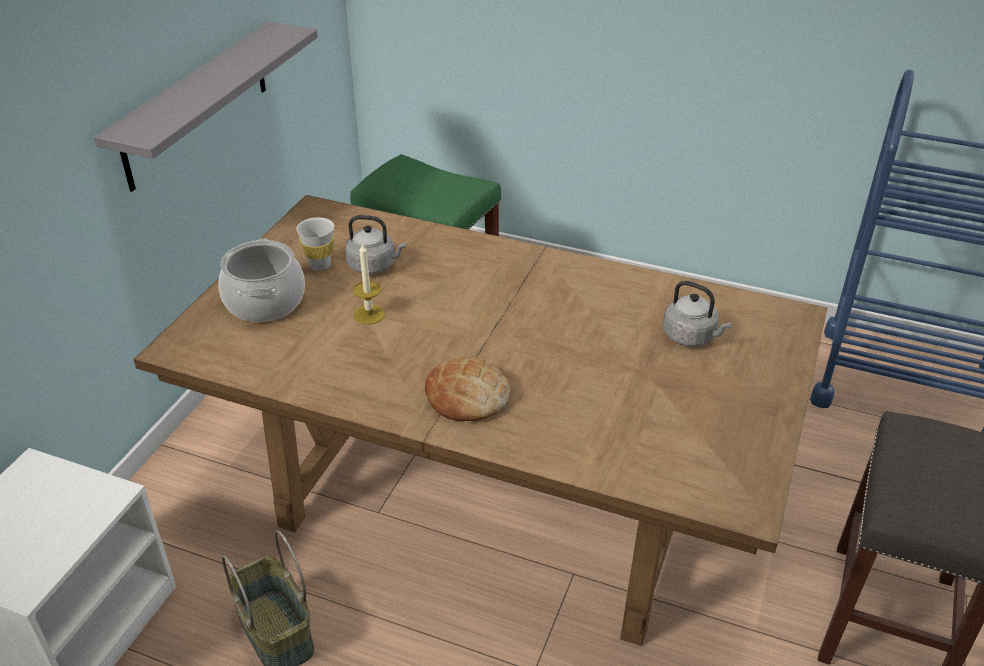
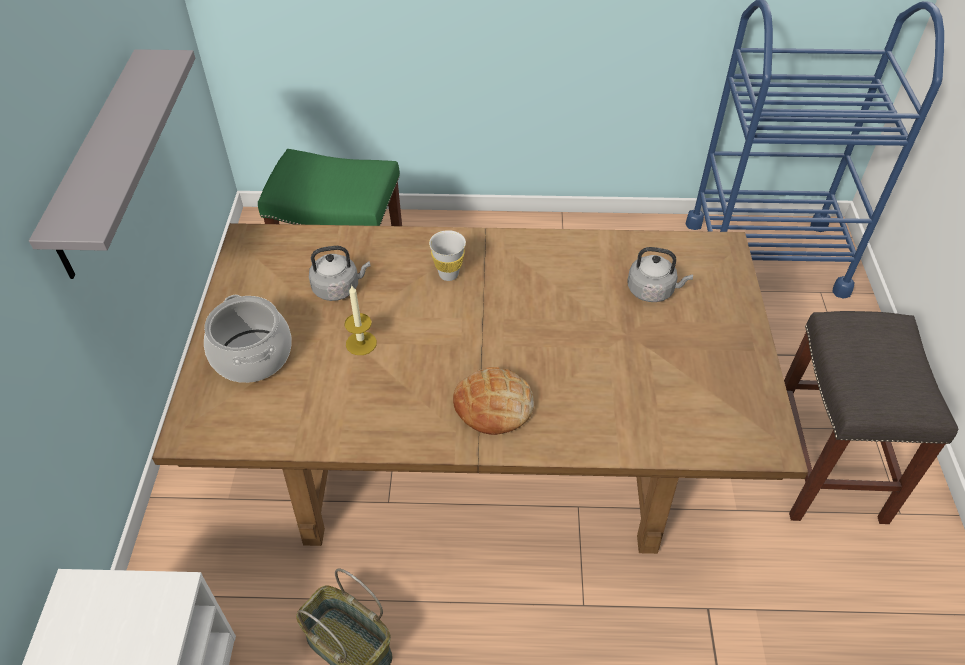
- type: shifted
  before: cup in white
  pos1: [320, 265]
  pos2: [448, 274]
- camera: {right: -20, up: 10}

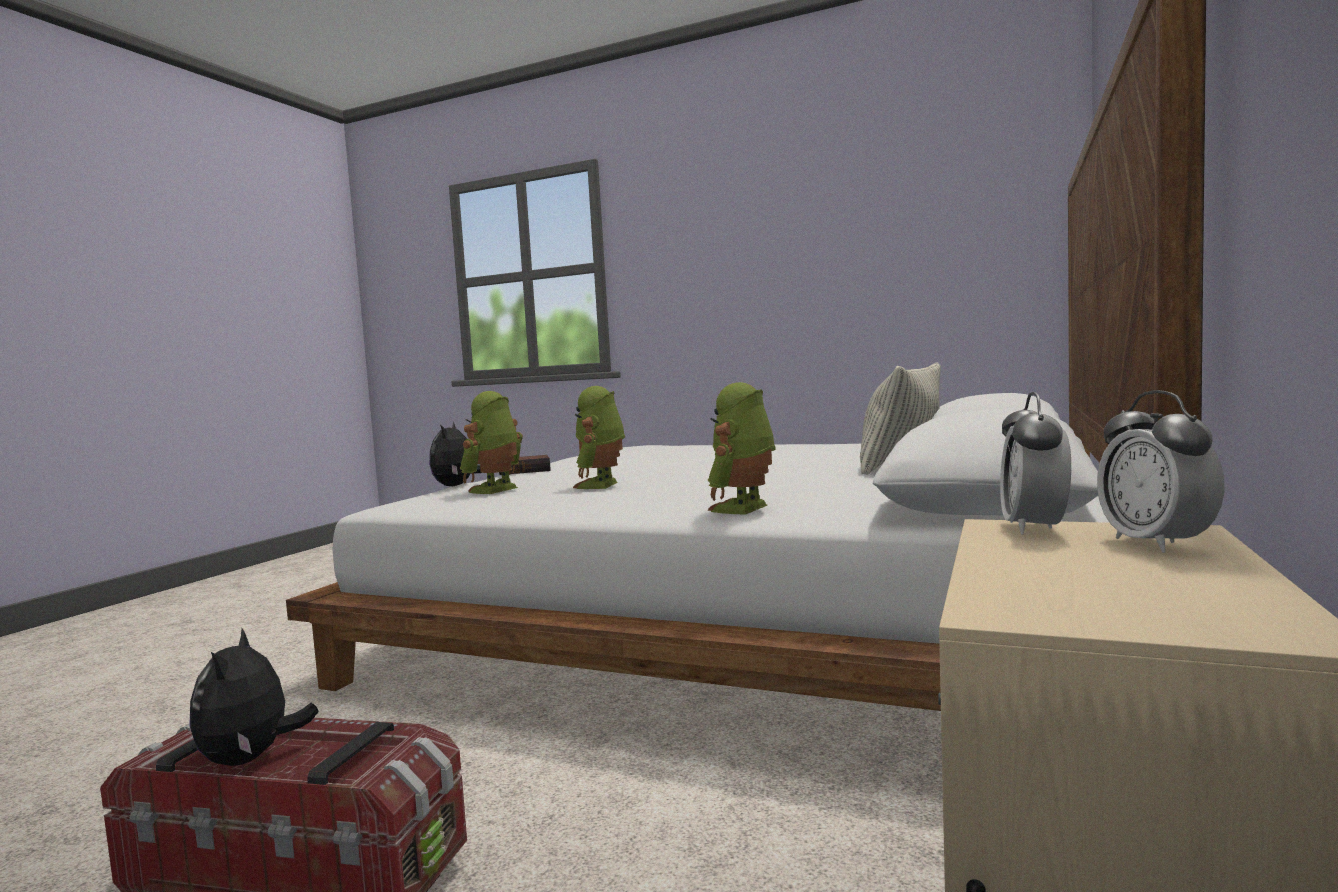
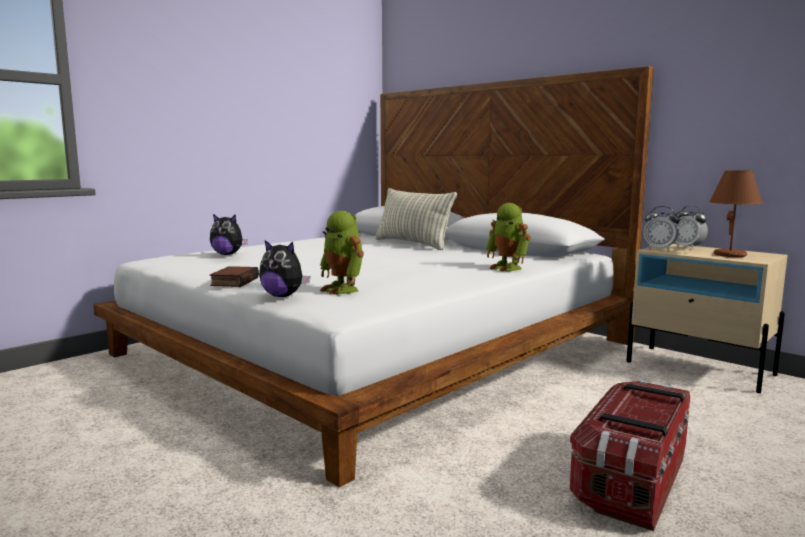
- type: shifted
  before: plush toy
  pos1: [251, 759]
  pos2: [228, 254]
- type: rotated
  before: alarm clock
  pos1: [1156, 544]
  pos2: [688, 247]
  turn: 45
- type: new
  after: table lamp in brown
  pos2: [730, 255]
- type: gone
  before: toy robot
  pos1: [601, 485]
- camera: {right: -70, up: 5}

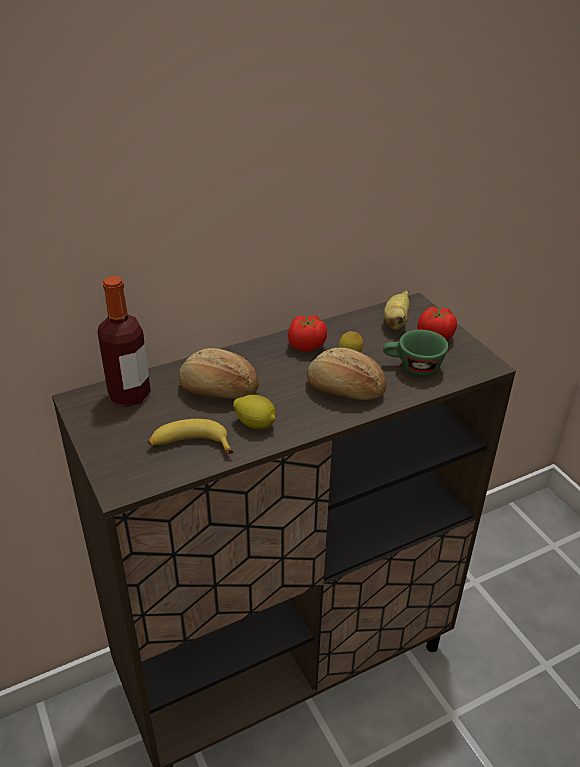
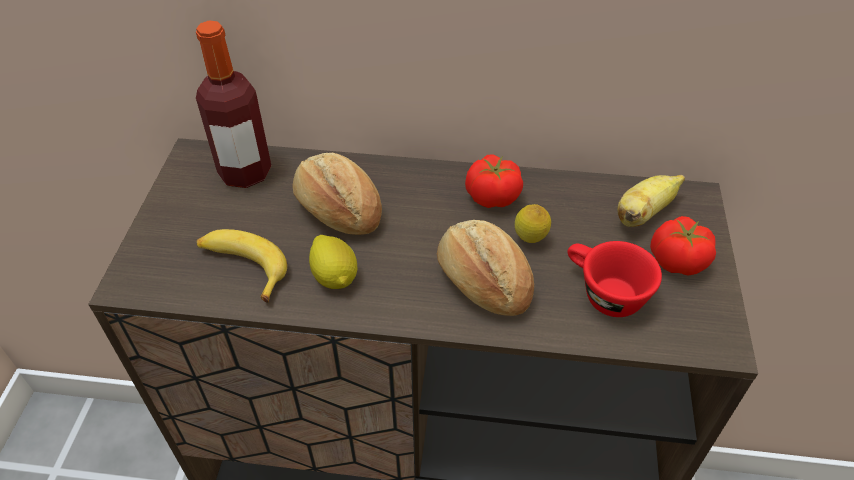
- type: repainted
  before: cup in green
  after: cup in red
  pos1: [412, 367]
  pos2: [603, 293]
- camera: {right: 35, up: 10}

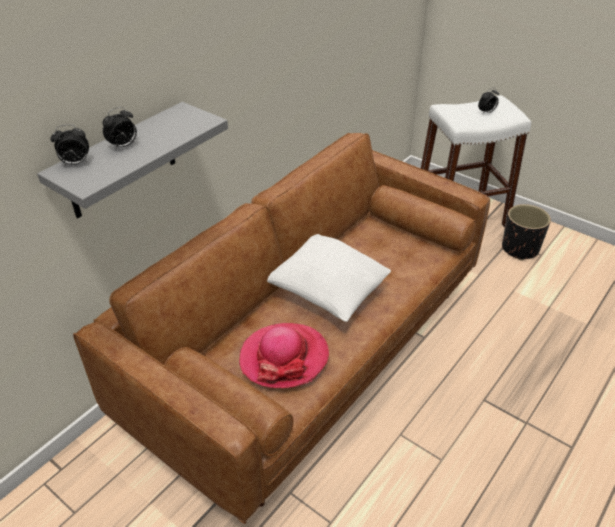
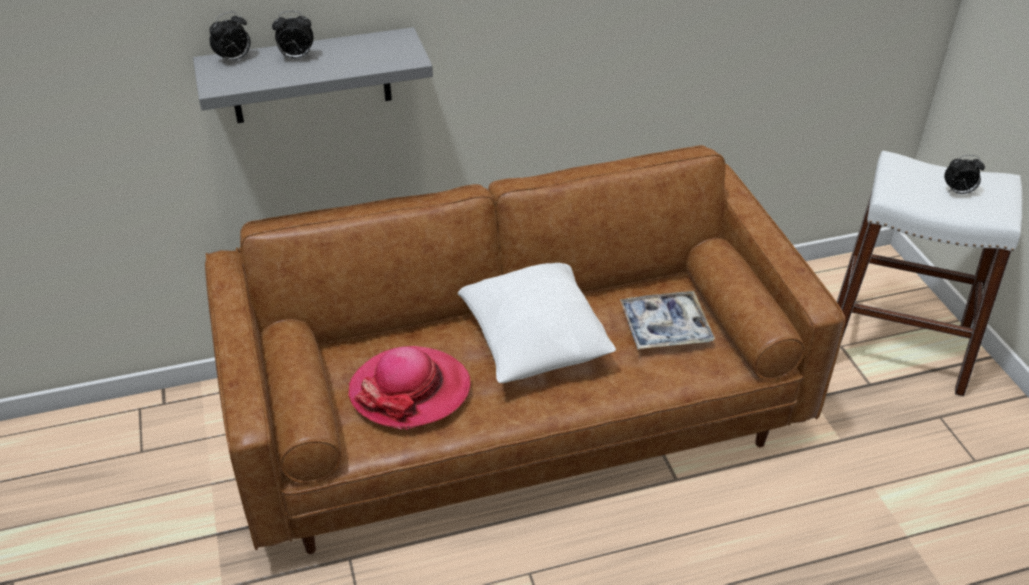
- type: rotated
  before: alarm clock
  pos1: [75, 163]
  pos2: [234, 60]
  turn: -60
- type: new
  after: tray
  pos2: [665, 328]
- type: gone
  before: planter in black
  pos1: [520, 248]
- camera: {right: 35, up: 0}

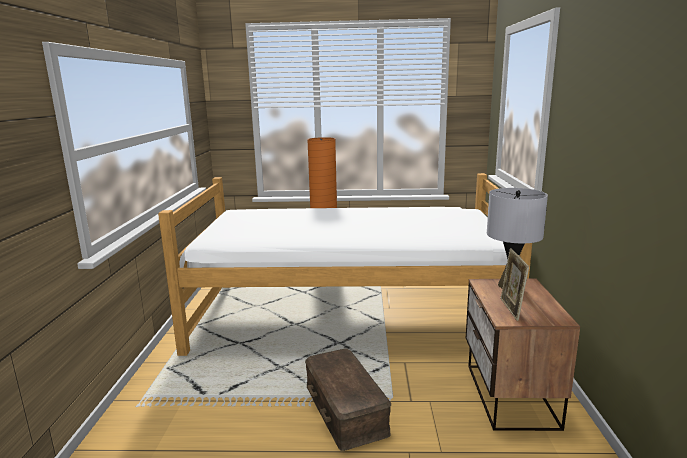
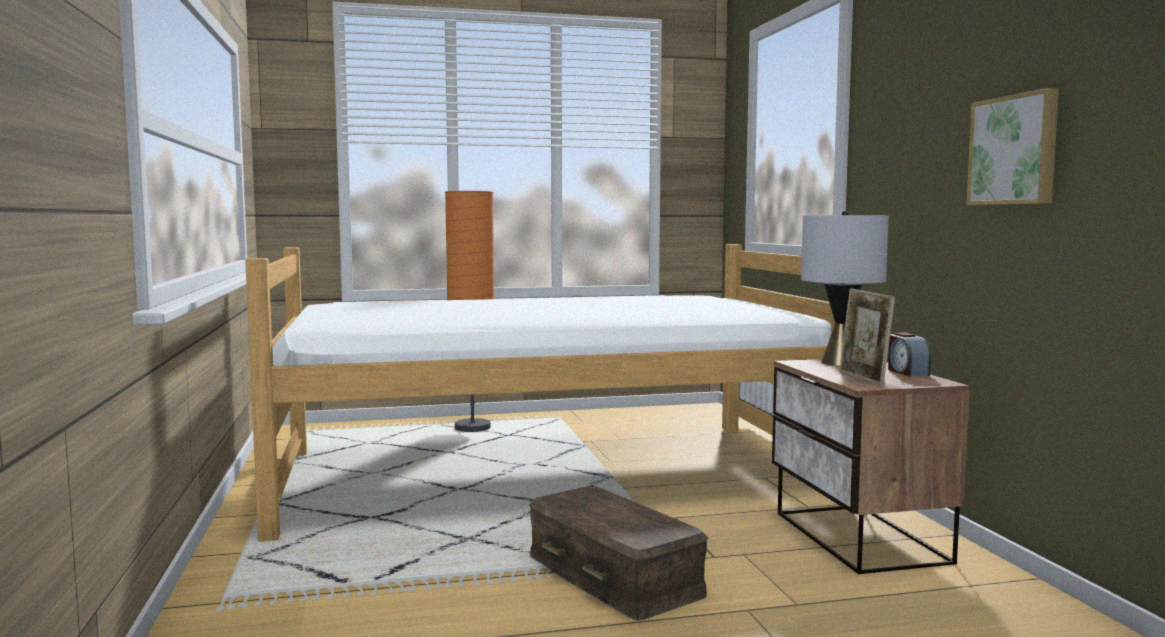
- type: new
  after: alarm clock
  pos2: [907, 372]
- type: new
  after: picture
  pos2: [1015, 150]
- camera: {right: -15, up: -10}

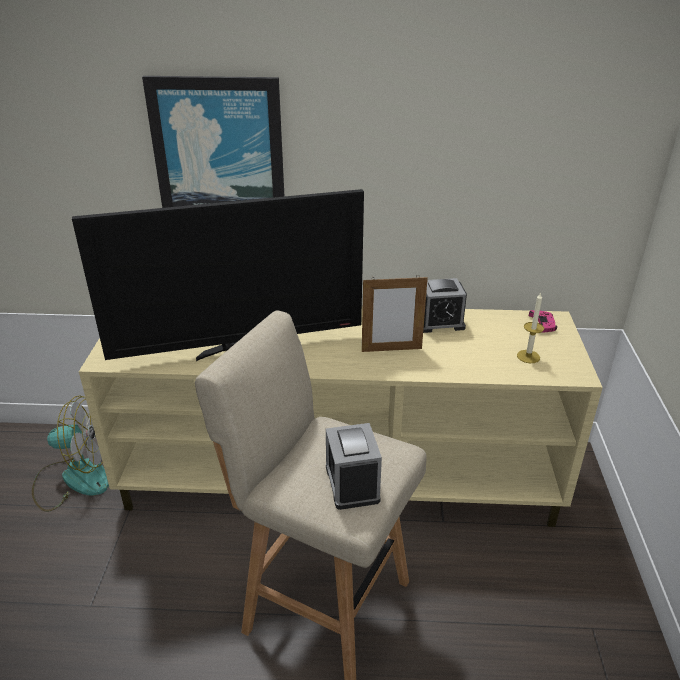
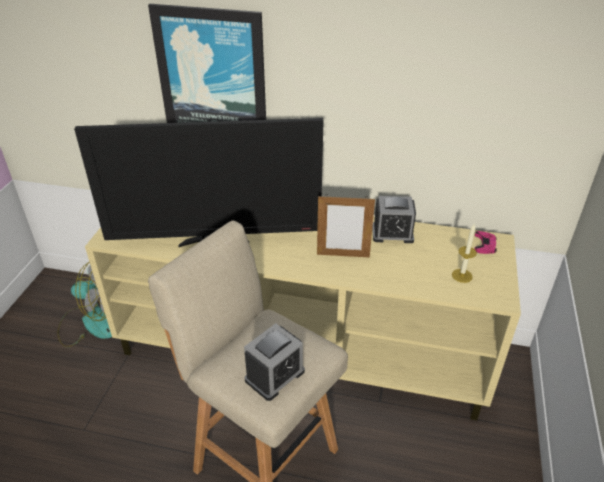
- type: rotated
  before: alarm clock
  pos1: [352, 483]
  pos2: [274, 375]
  turn: -135
- camera: {right: 10, up: 5}

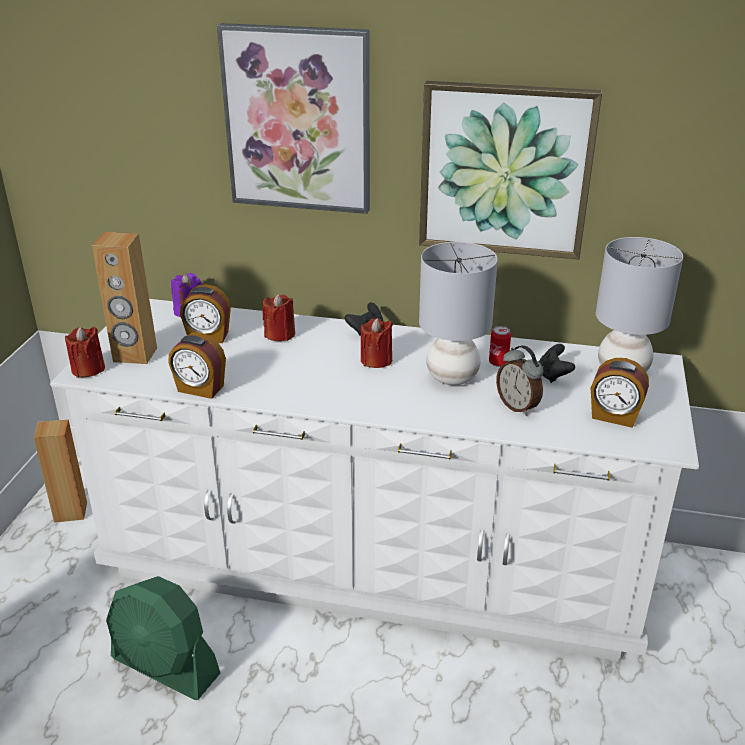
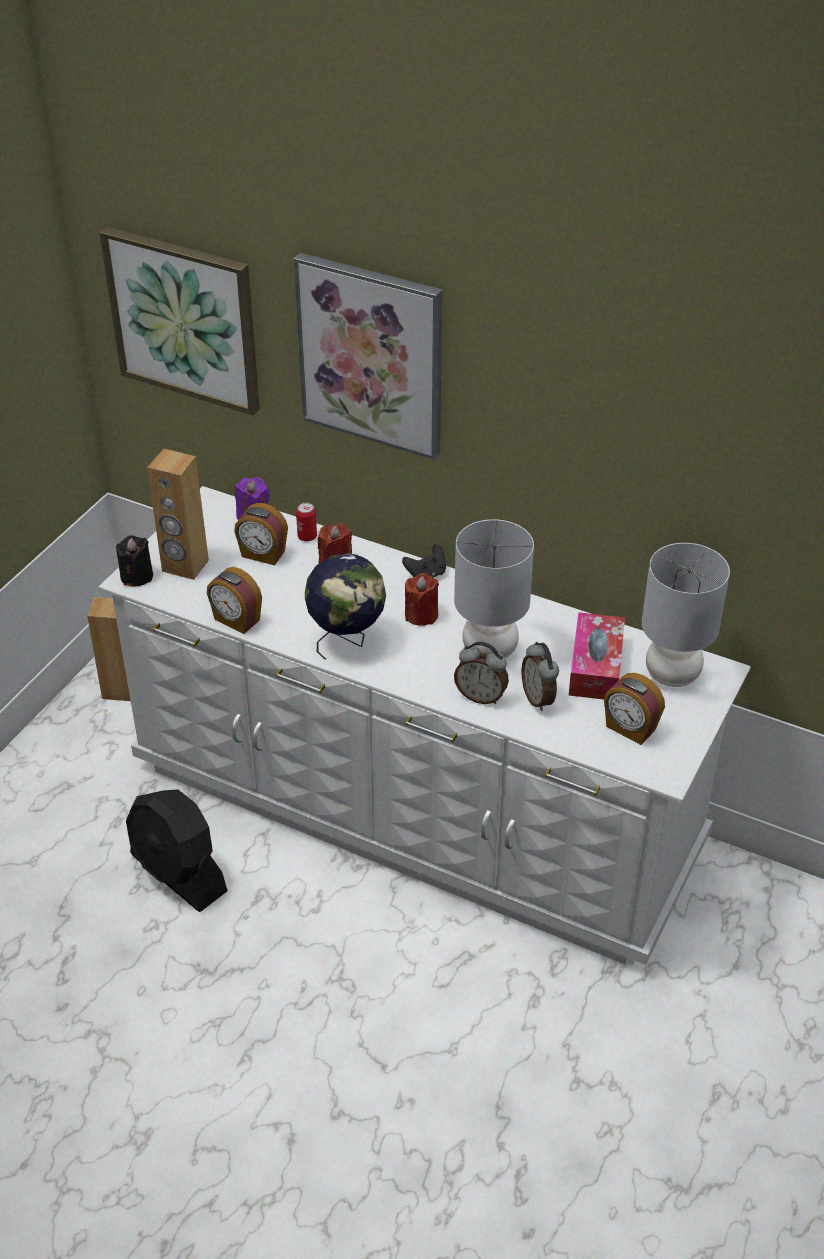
- type: shifted
  before: picture
  pos1: [505, 170]
  pos2: [184, 319]
- type: repainted
  before: candle in red
  after: candle in black
  pos1: [88, 369]
  pos2: [137, 576]
- type: repainted
  before: fan in green
  after: fan in black
  pos1: [165, 667]
  pos2: [178, 873]
- type: shifted
  before: can
  pos1: [498, 362]
  pos2: [307, 537]
- type: new
  after: globe
  pos2: [347, 640]
- type: new
  after: alarm clock
  pos2: [481, 696]
- type: swapped
  before: game controller in black
  after: tissue box
  pos1: [553, 375]
  pos2: [595, 667]
- camera: {right: 15, up: 10}

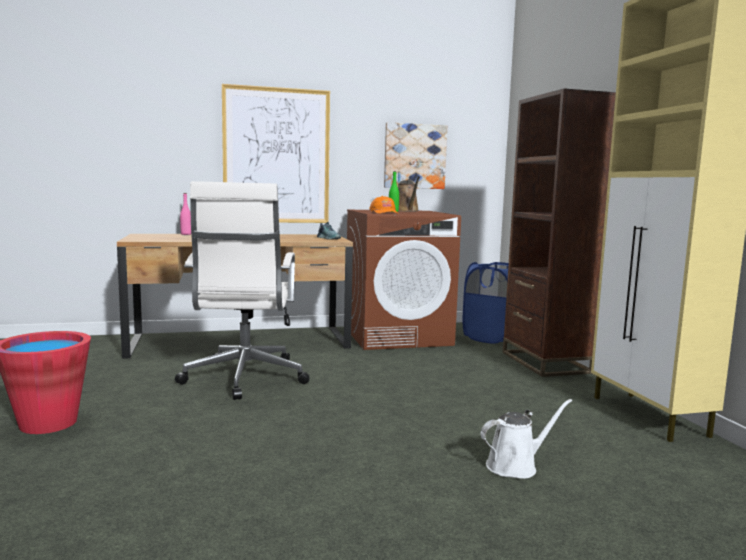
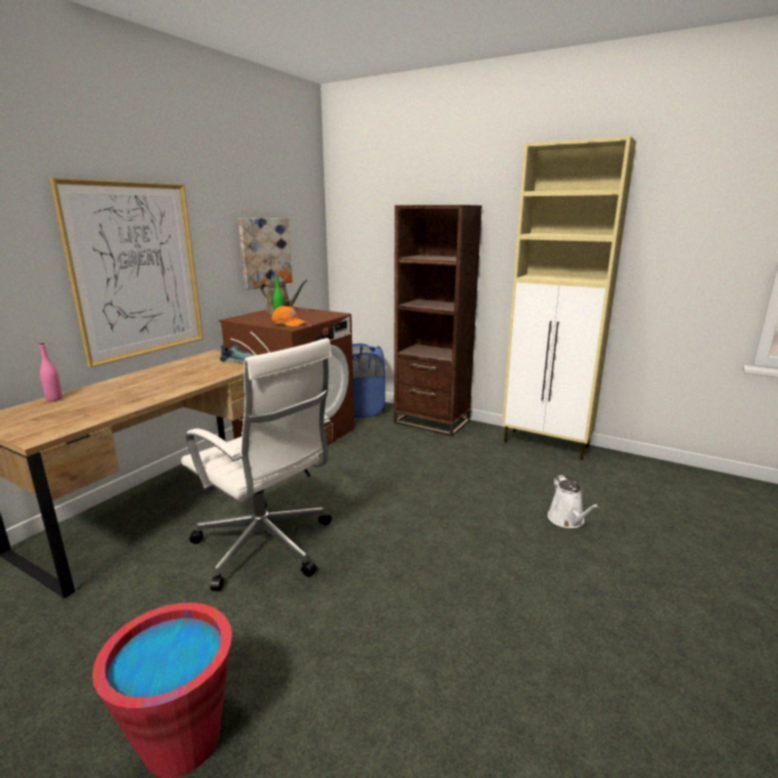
- type: rotated
  before: watering can in white
  pos1: [515, 466]
  pos2: [567, 520]
  turn: 150
- camera: {right: -45, up: 10}

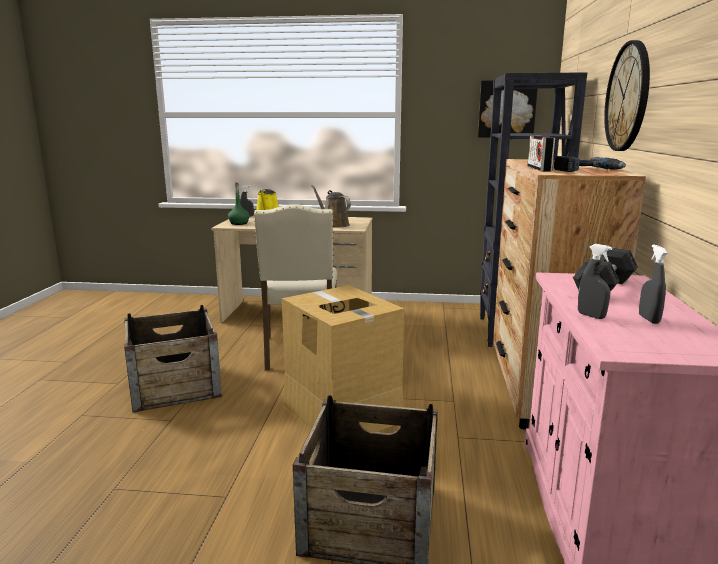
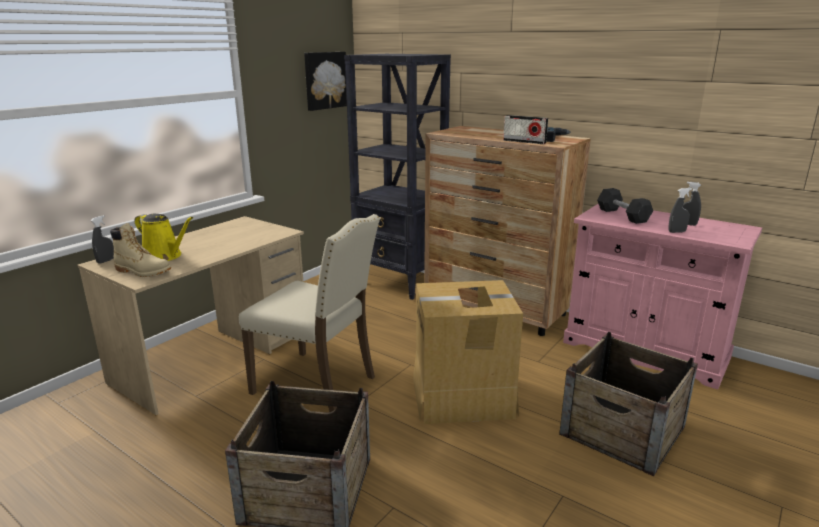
- type: swapped
  before: bottle in green
  after: boot in beige
  pos1: [239, 223]
  pos2: [143, 271]
- type: gone
  before: watering can in brown
  pos1: [333, 224]
- type: gone
  before: wall clock
  pos1: [628, 97]
- camera: {right: -60, up: 5}

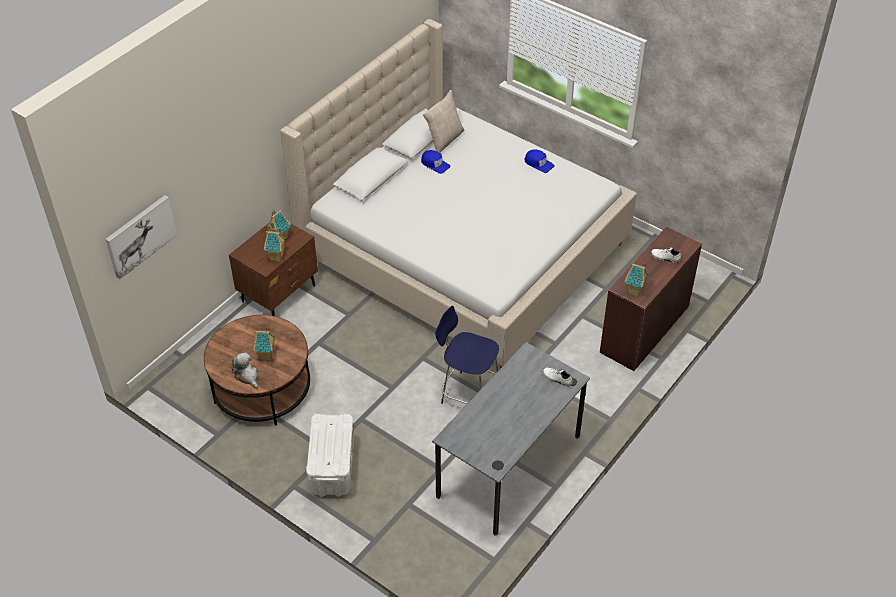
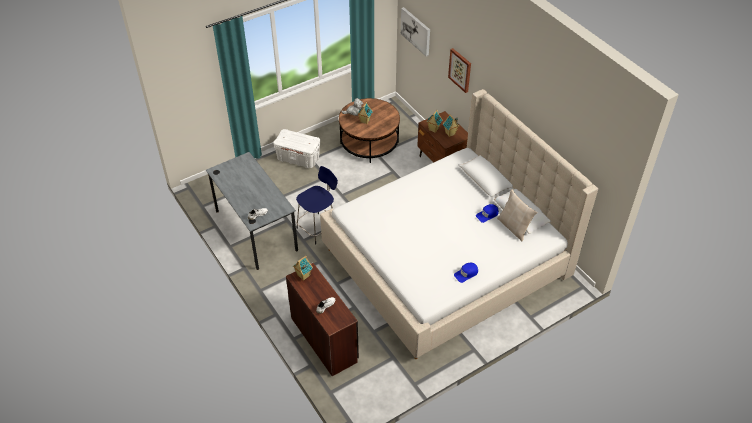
- type: new
  after: picture
  pos2: [460, 70]
- camera: {right: 110, up: 0}

